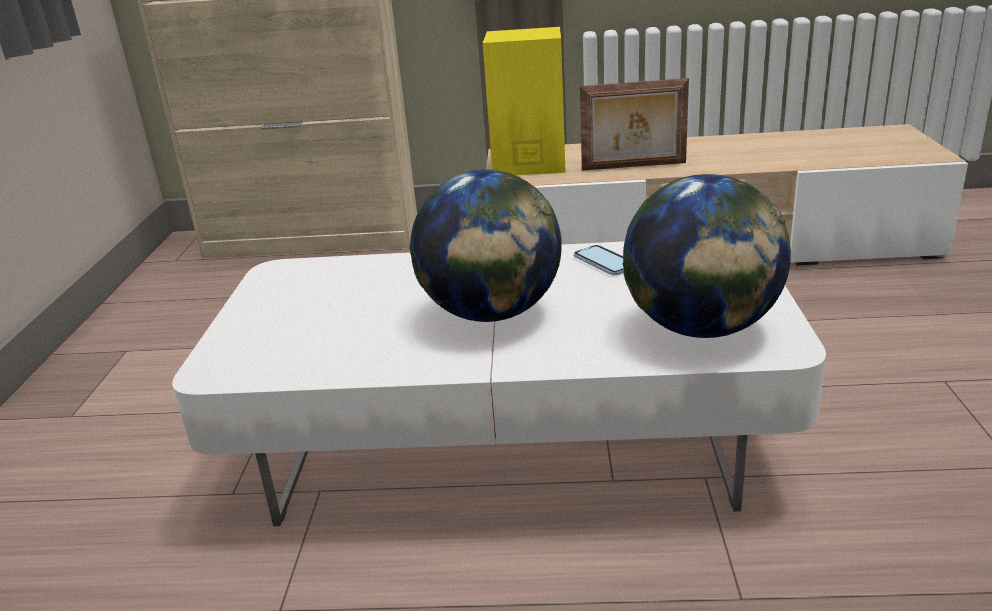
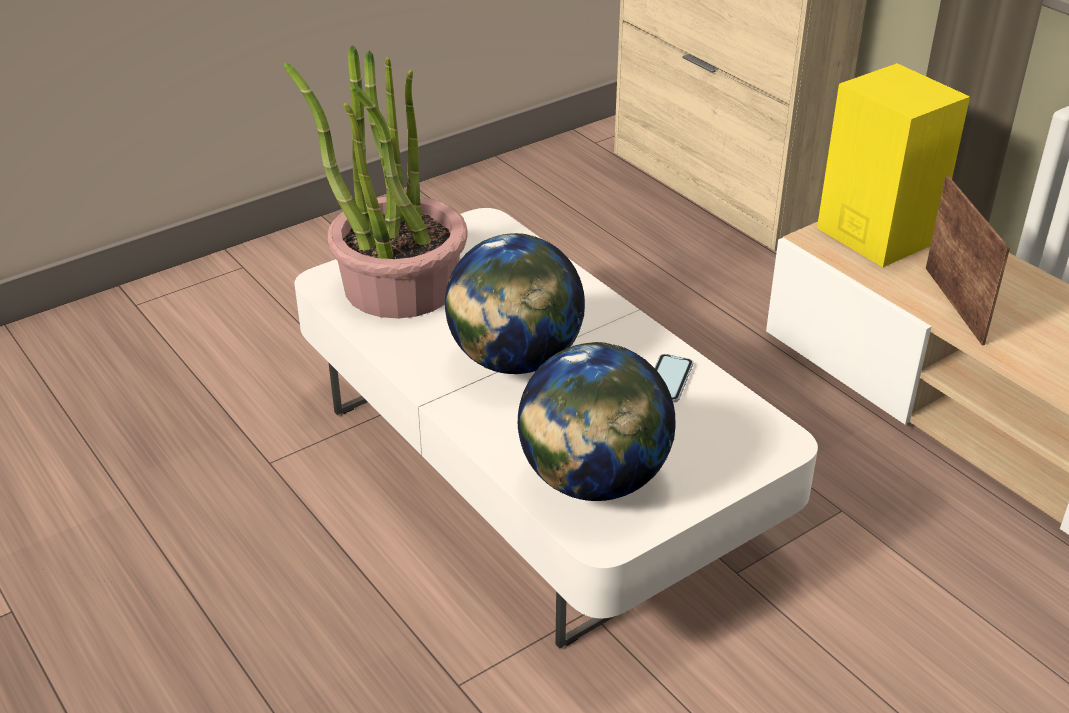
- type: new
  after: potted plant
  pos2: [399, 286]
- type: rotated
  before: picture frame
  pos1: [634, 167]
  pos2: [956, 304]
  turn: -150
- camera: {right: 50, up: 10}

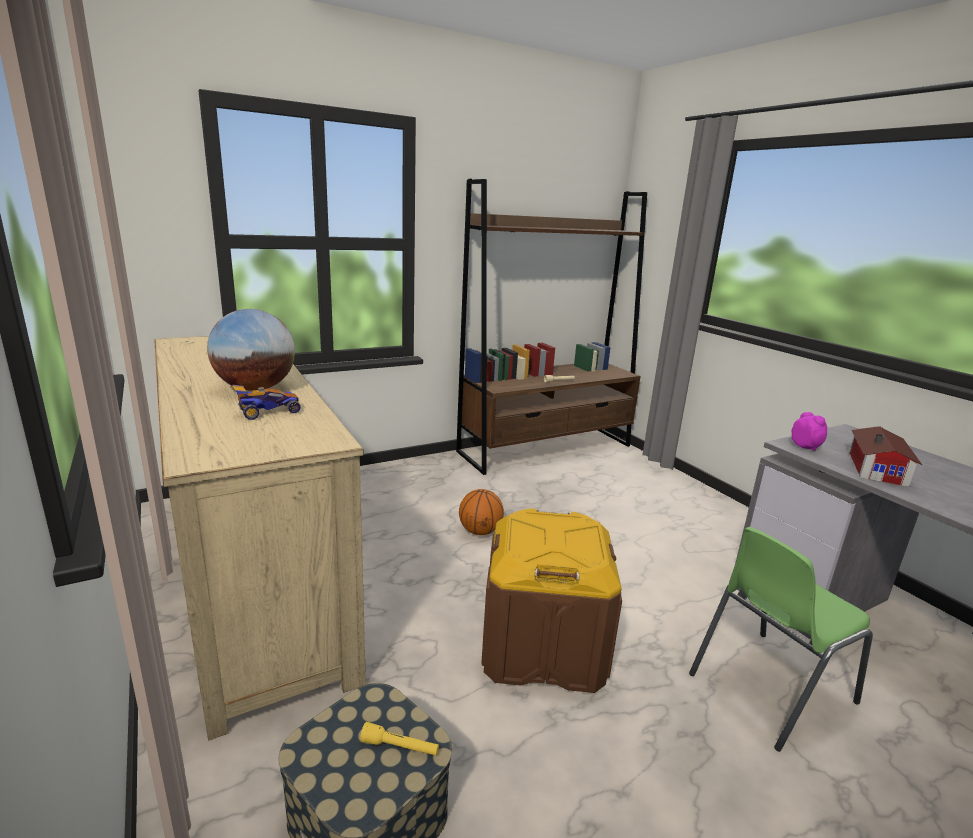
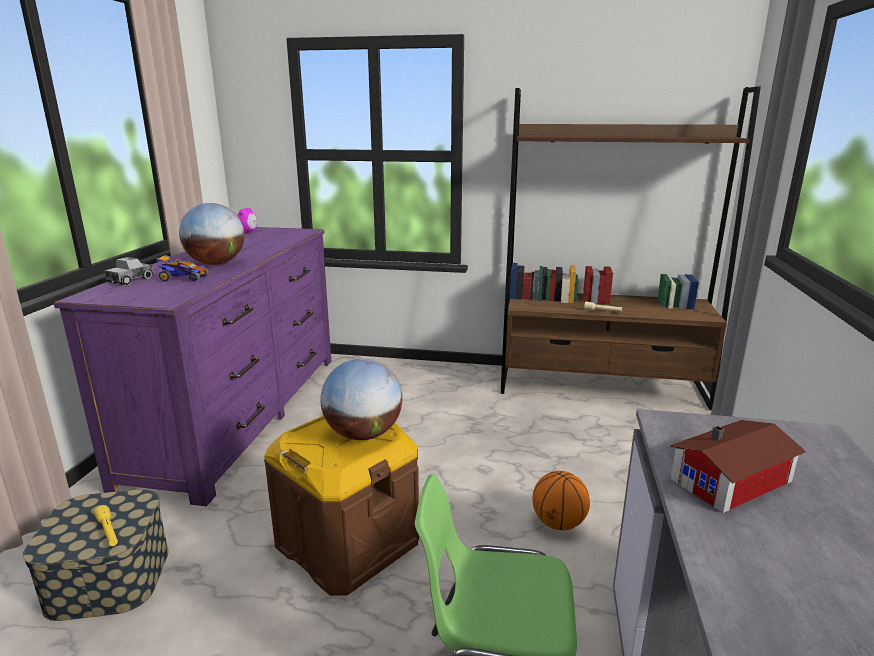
- type: repainted
  before: dresser in beige
  after: dresser in purple
  pos1: [254, 577]
  pos2: [241, 413]
- type: new
  after: toy truck
  pos2: [131, 280]
- type: shifted
  before: alarm clock
  pos1: [805, 447]
  pos2: [248, 232]
- type: new
  after: globe
  pos2: [363, 434]
- type: shifted
  before: basketball
  pos1: [480, 531]
  pos2: [559, 523]
- camera: {right: 40, up: 0}

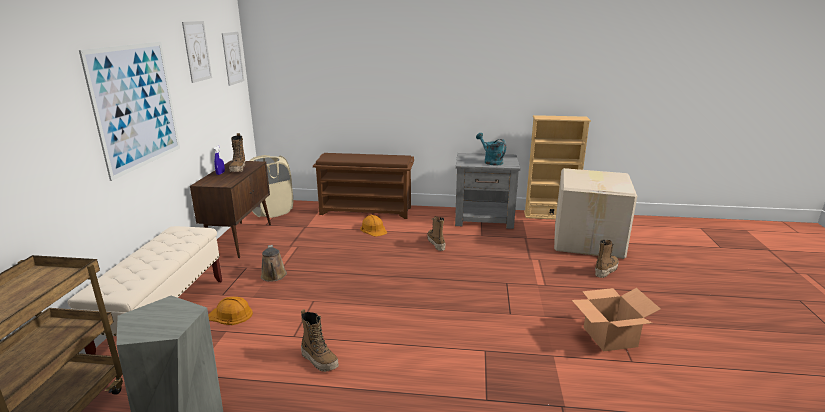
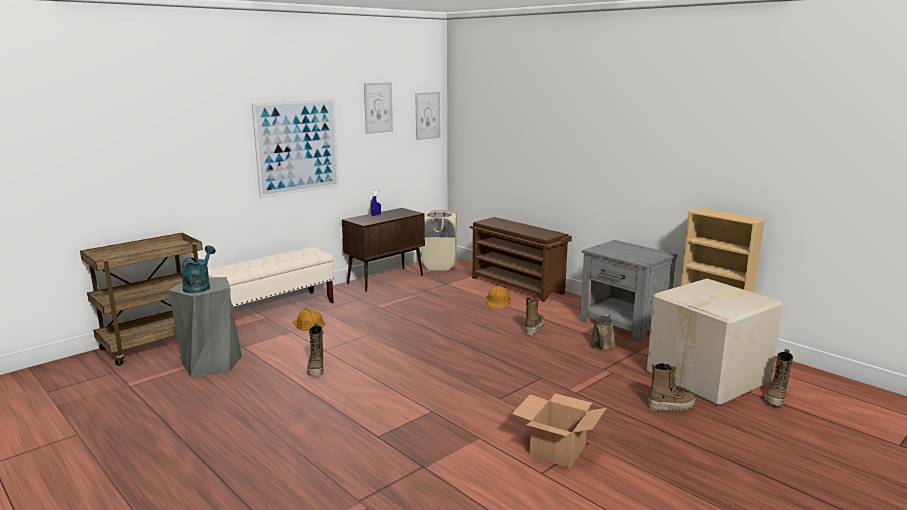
- type: shifted
  before: watering can in turquoise
  pos1: [491, 161]
  pos2: [199, 286]
- type: shifted
  before: watering can in brown
  pos1: [274, 276]
  pos2: [601, 346]
- type: shifted
  before: boot
  pos1: [238, 169]
  pos2: [776, 398]
- camera: {right: 40, up: -5}

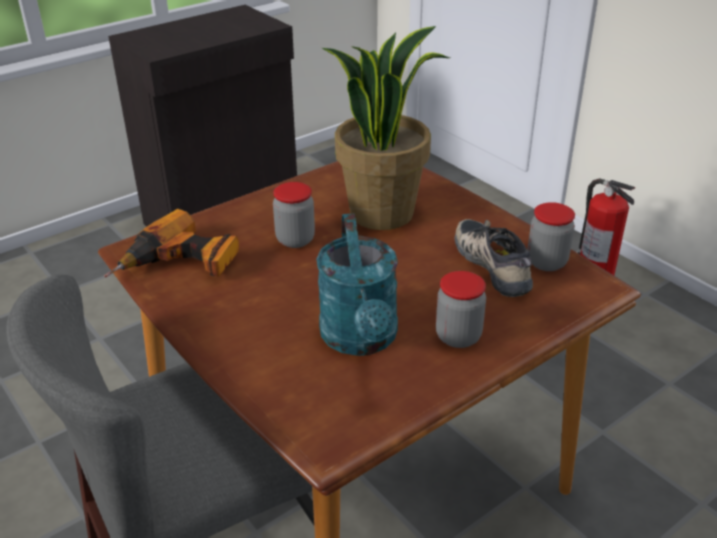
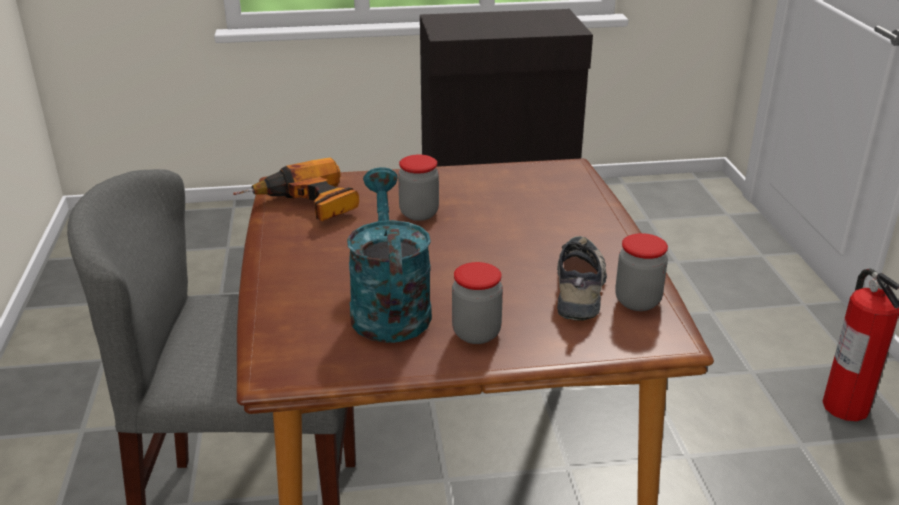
- type: rotated
  before: watering can in turquoise
  pos1: [361, 340]
  pos2: [388, 306]
  turn: 150
- type: gone
  before: potted plant
  pos1: [382, 212]
- camera: {right: 30, up: -5}

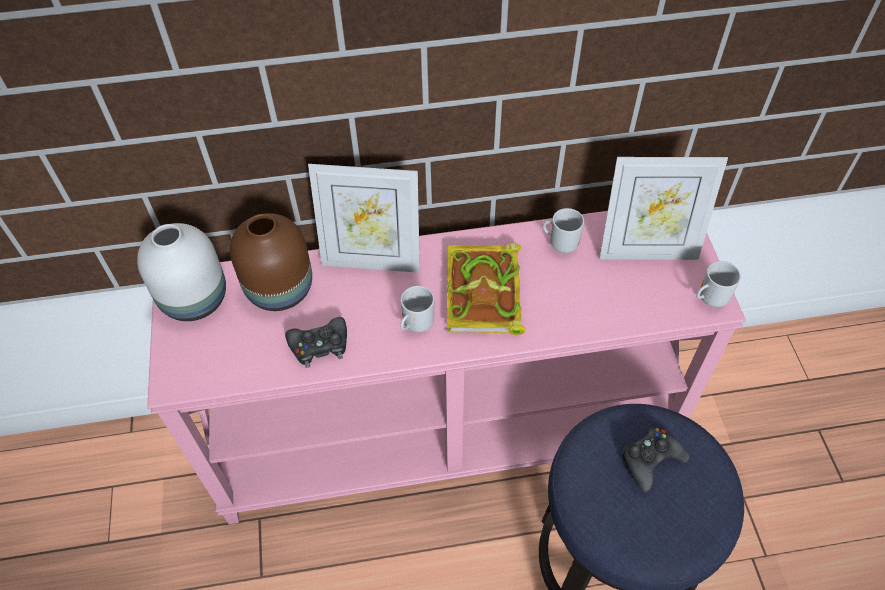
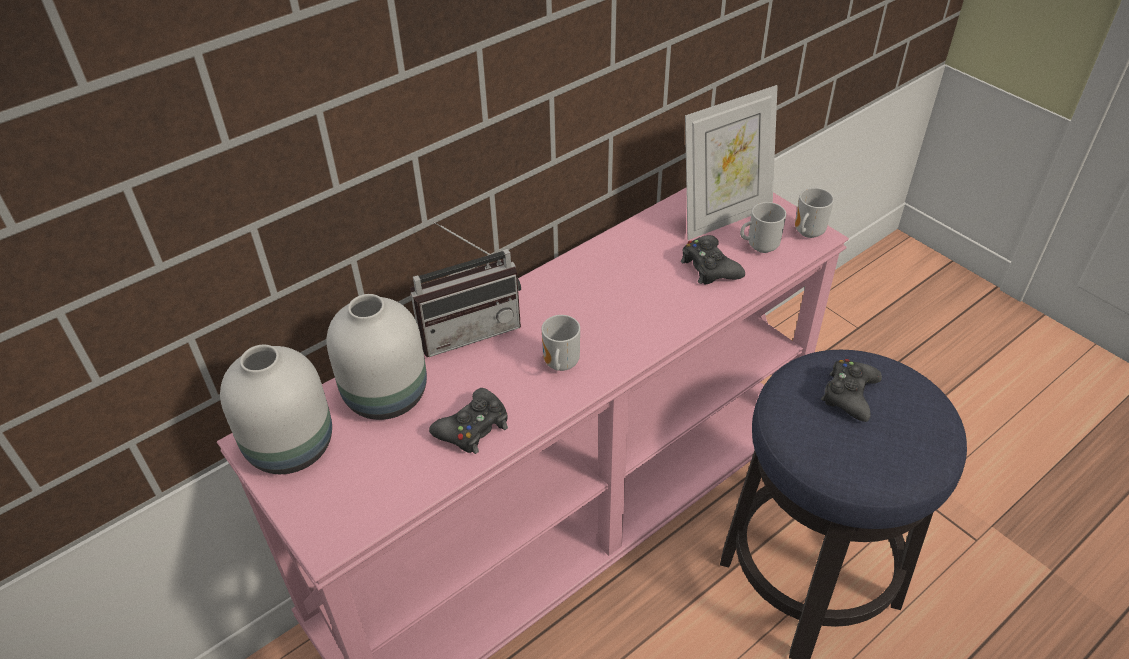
- type: repainted
  before: vase in brown
  after: vase in white
  pos1: [278, 289]
  pos2: [384, 396]
- type: swapped
  before: picture frame
  after: radio
  pos1: [372, 260]
  pos2: [467, 328]
- type: new
  after: game controller in black
  pos2: [709, 267]
- type: shifted
  before: mug
  pos1: [561, 244]
  pos2: [759, 246]
- type: gone
  before: book
  pos1: [485, 294]
- camera: {right: -30, up: -10}

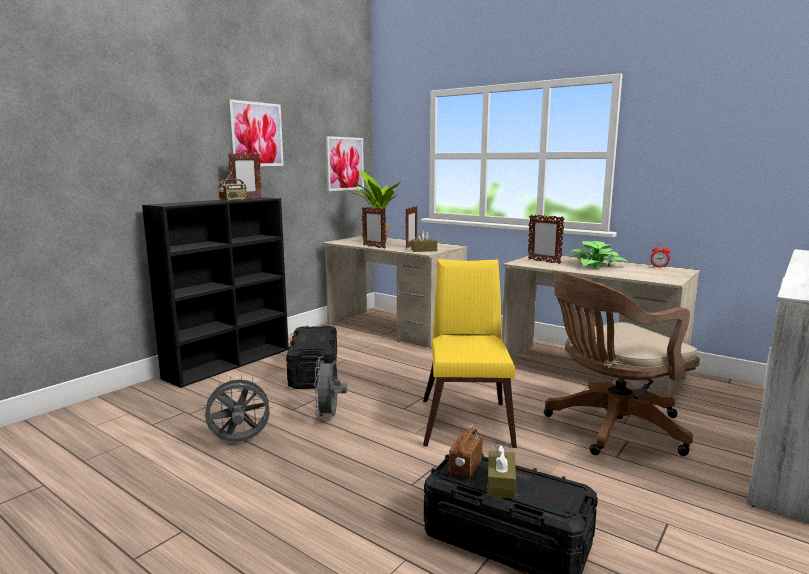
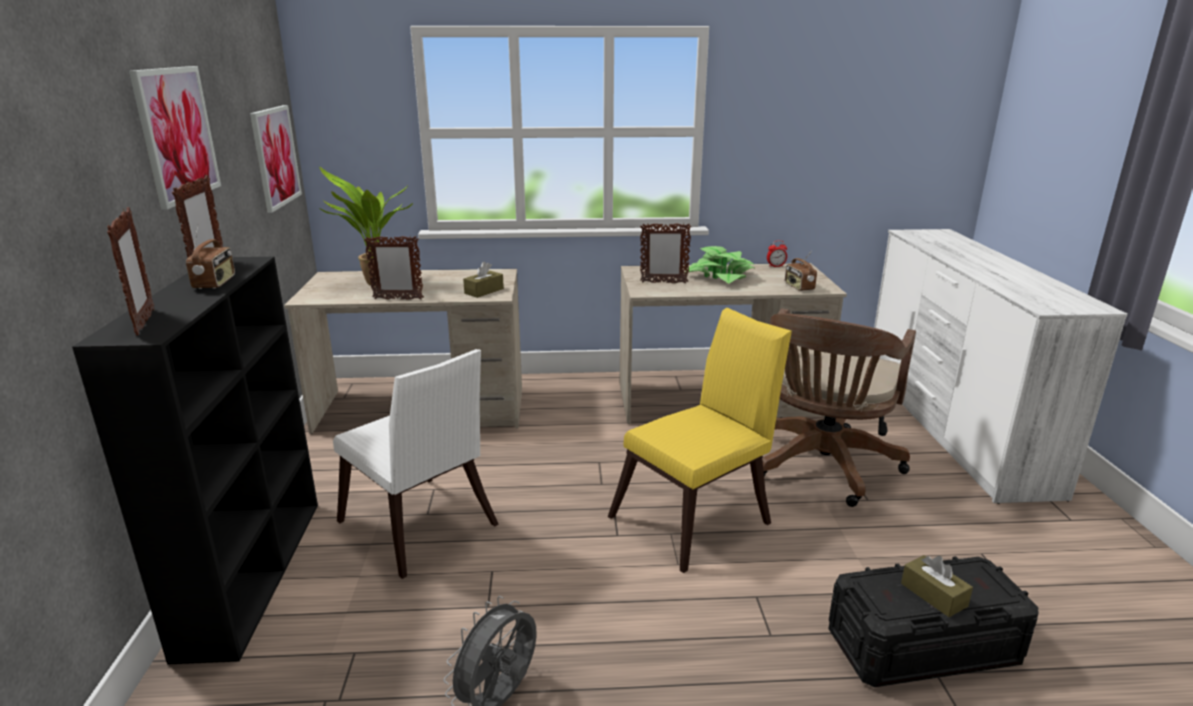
- type: shifted
  before: picture frame
  pos1: [411, 246]
  pos2: [144, 322]
- type: swapped
  before: storage box in black
  after: chair in white
  pos1: [314, 372]
  pos2: [421, 530]
- type: rotated
  before: chair in yellow
  pos1: [467, 419]
  pos2: [698, 517]
  turn: 90
- type: shifted
  before: radio
  pos1: [465, 467]
  pos2: [798, 287]
- type: gone
  before: fan in grey
  pos1: [329, 417]
- camera: {right: -40, up: 10}

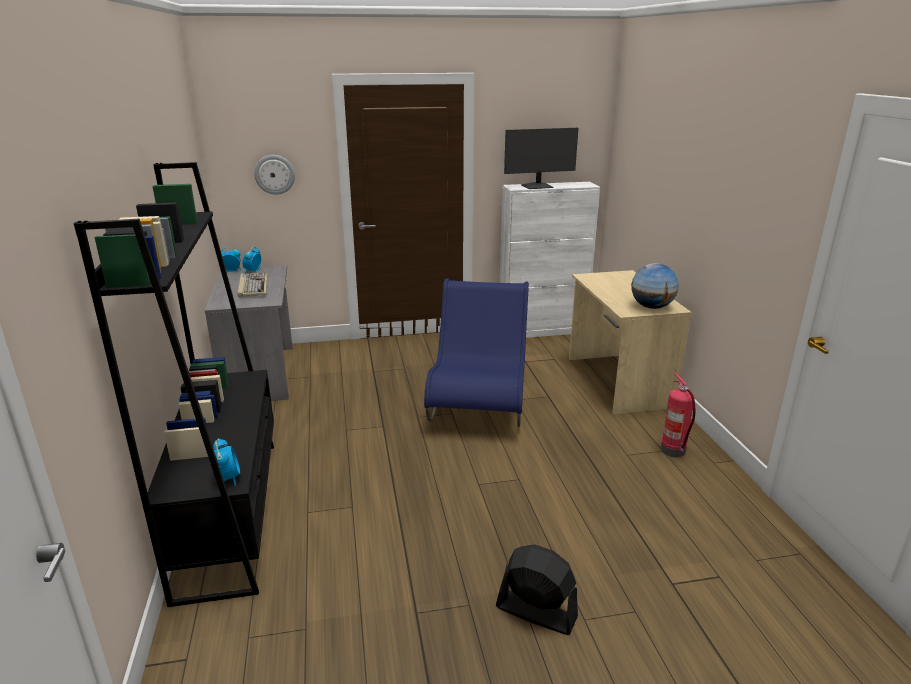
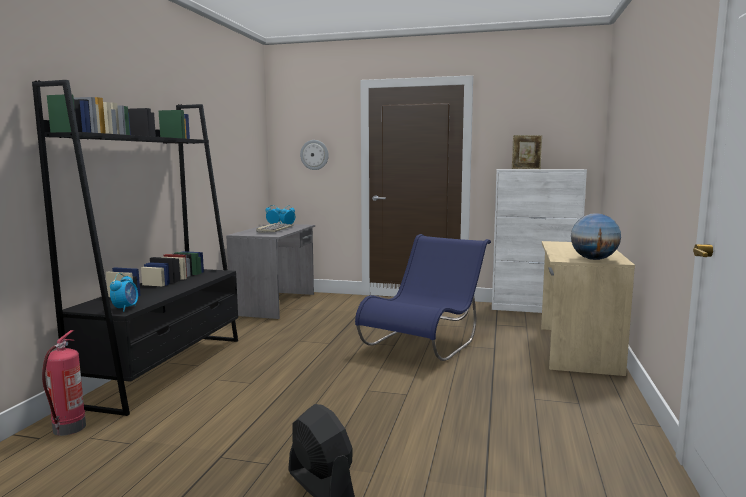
- type: shifted
  before: fire extinguisher
  pos1: [674, 451]
  pos2: [68, 429]
- type: swapped
  before: monitor
  after: picture frame
  pos1: [537, 186]
  pos2: [526, 169]
- camera: {right: 25, up: -15}

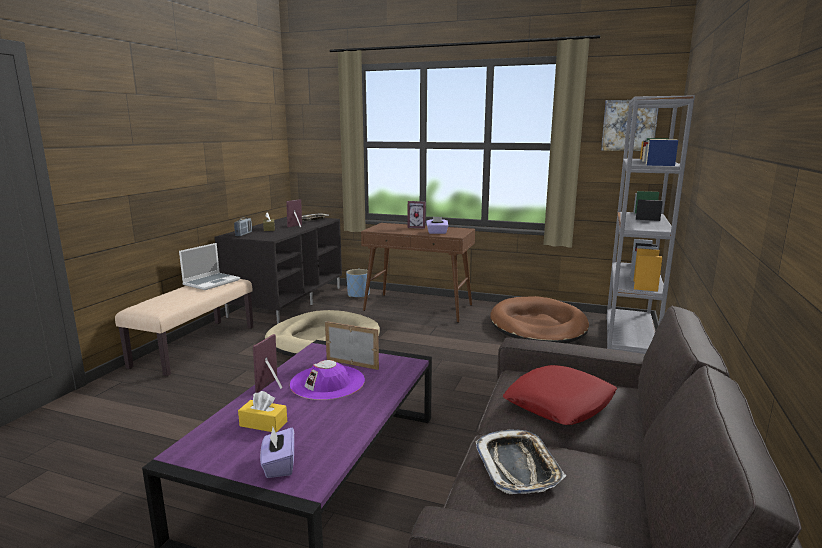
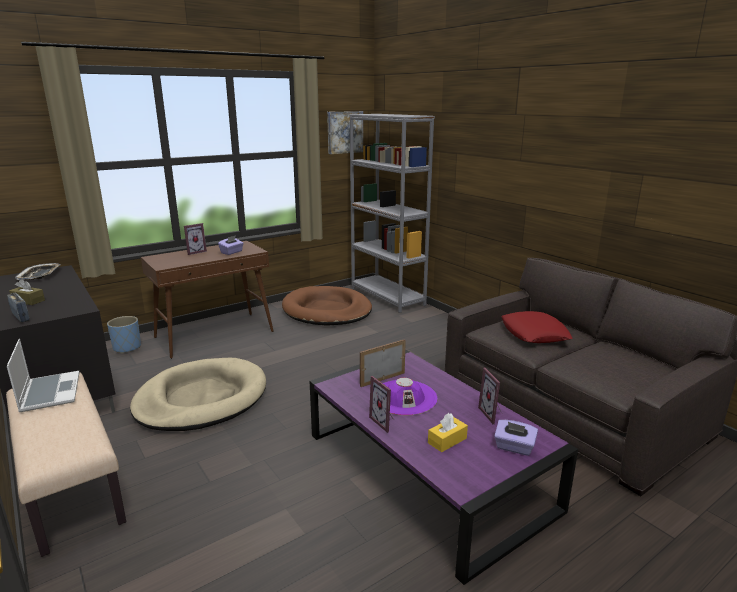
- type: shifted
  before: picture frame
  pos1: [297, 226]
  pos2: [493, 414]
- type: gone
  before: tray
  pos1: [518, 467]
- camera: {right: -55, up: 5}

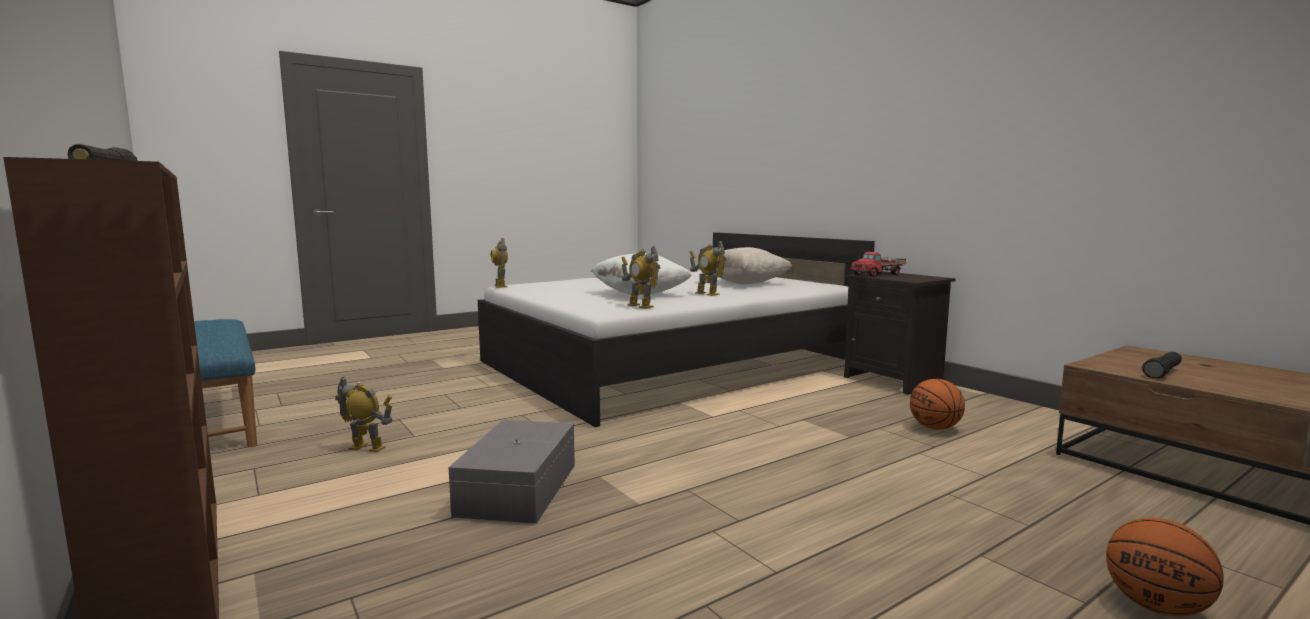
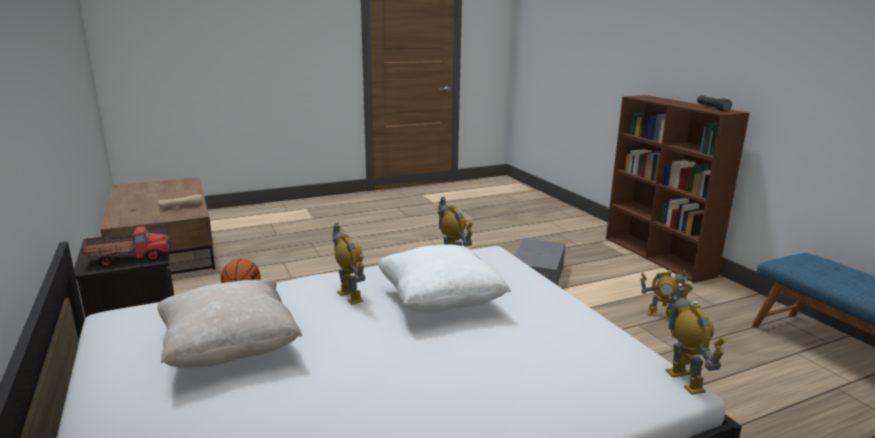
- type: repainted
  before: flashlight in black
  after: flashlight in beige
  pos1: [1162, 373]
  pos2: [181, 207]
- type: gone
  before: basketball
  pos1: [1156, 607]
- camera: {right: -170, up: 10}

